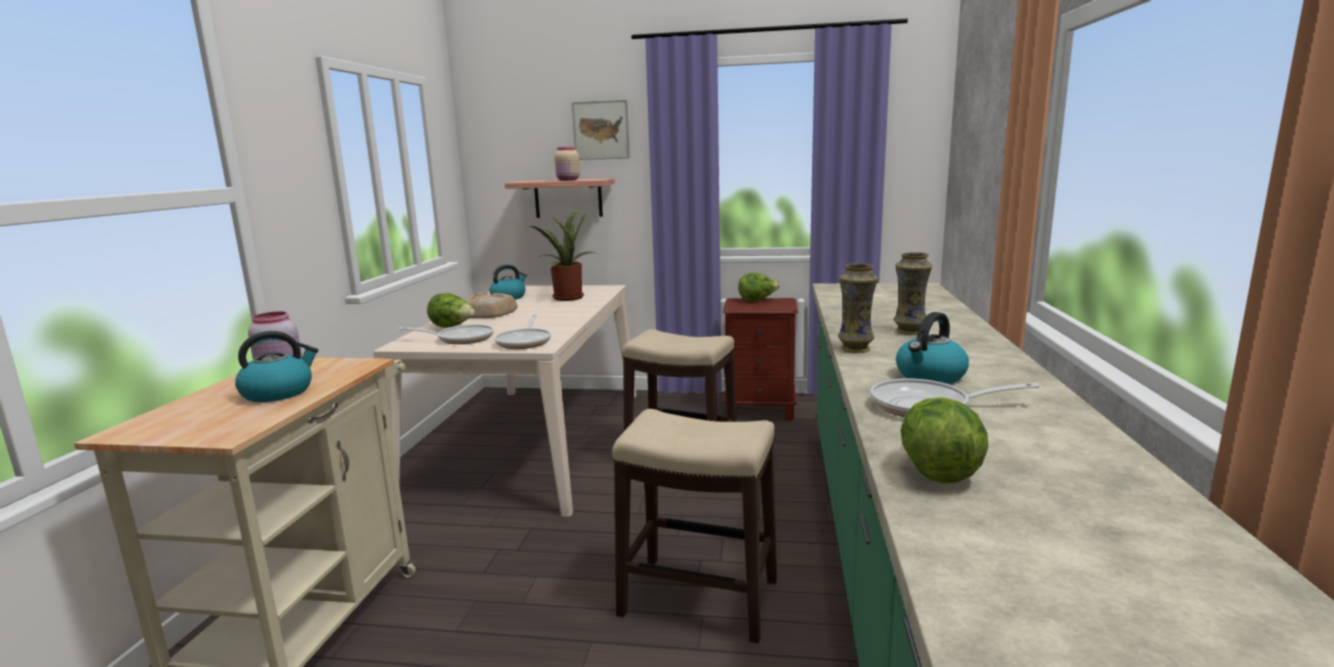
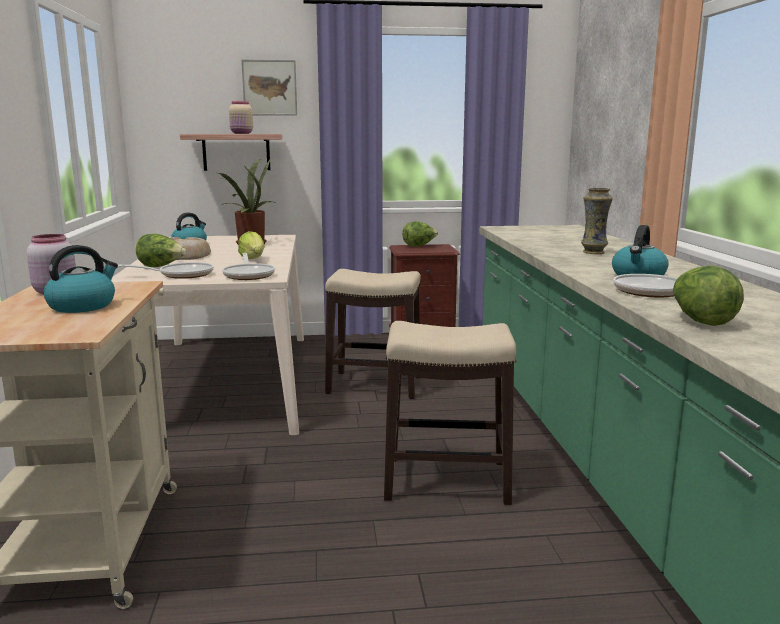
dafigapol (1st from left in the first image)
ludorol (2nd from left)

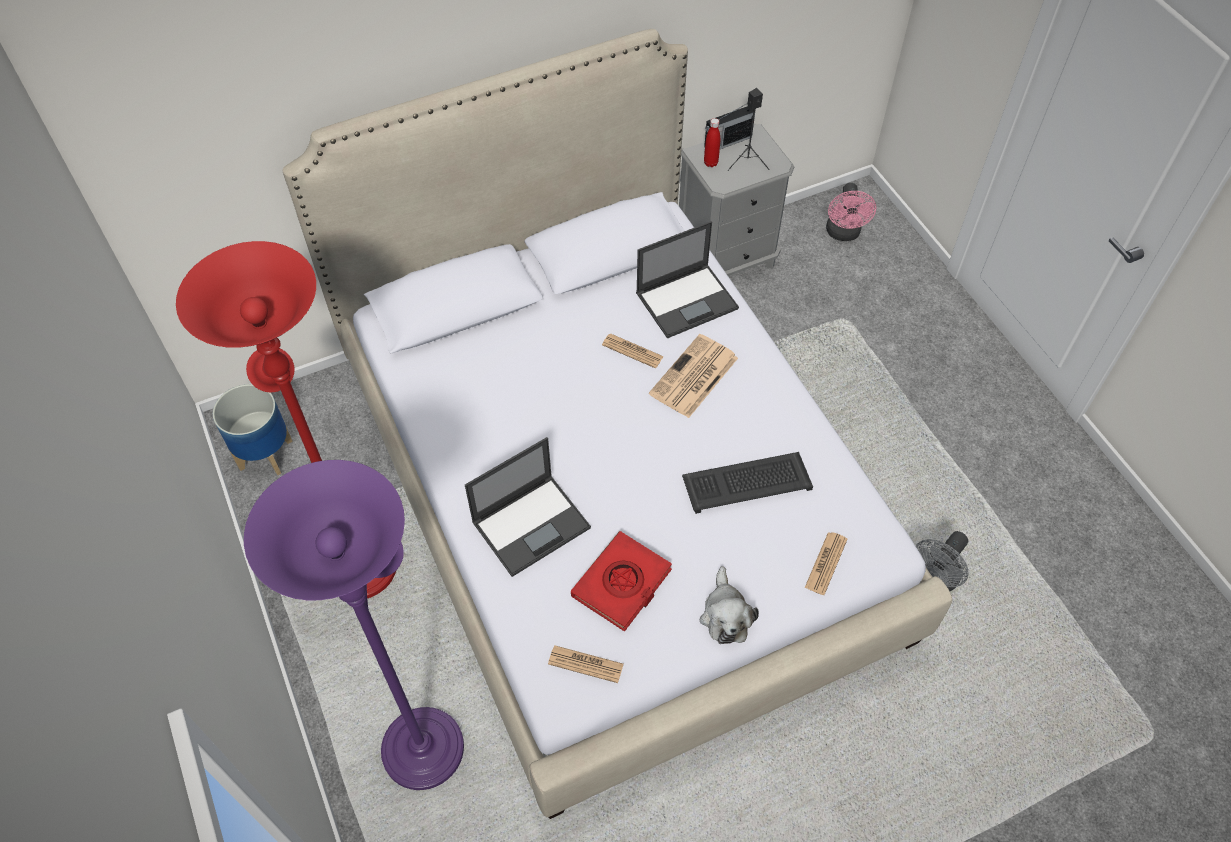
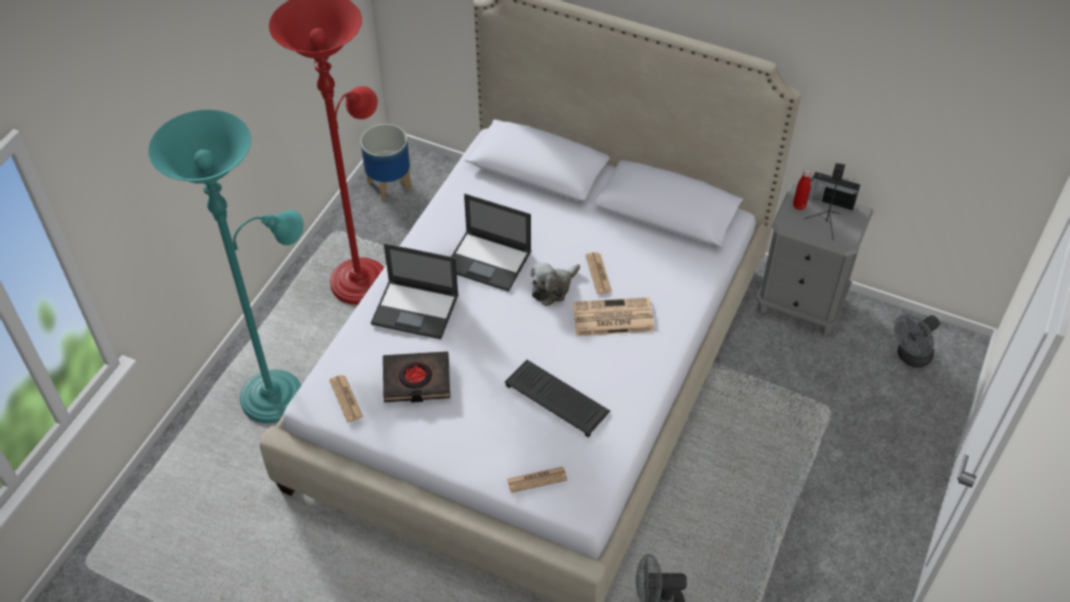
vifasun (2nd from left)
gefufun
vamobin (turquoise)
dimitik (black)
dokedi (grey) (2nd from left)

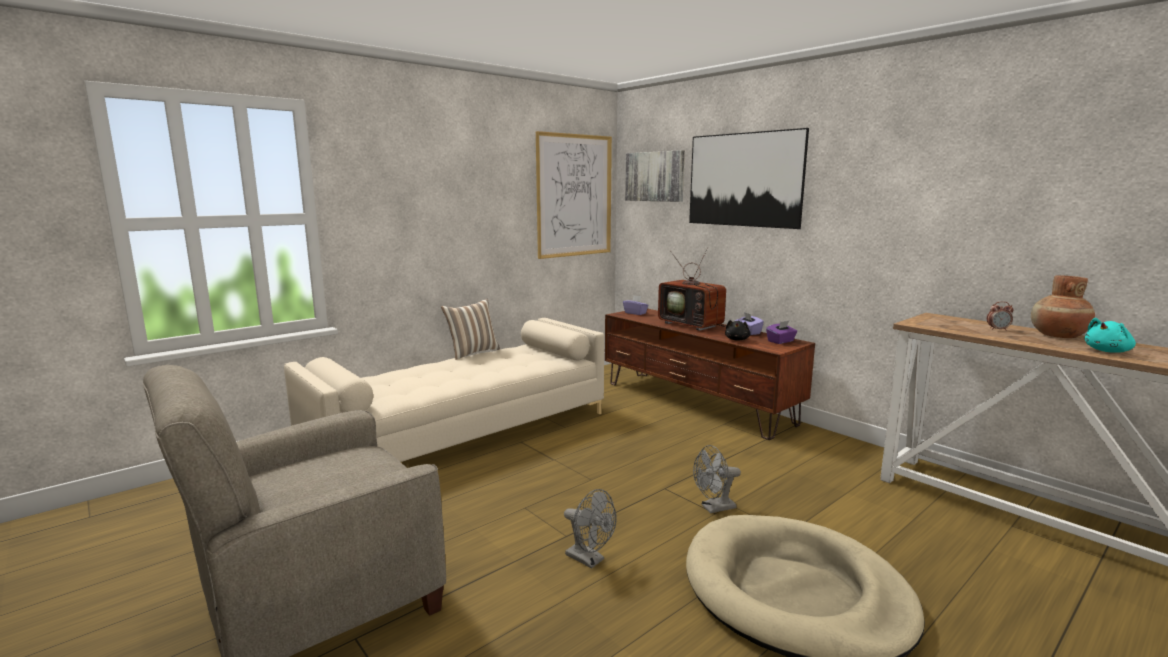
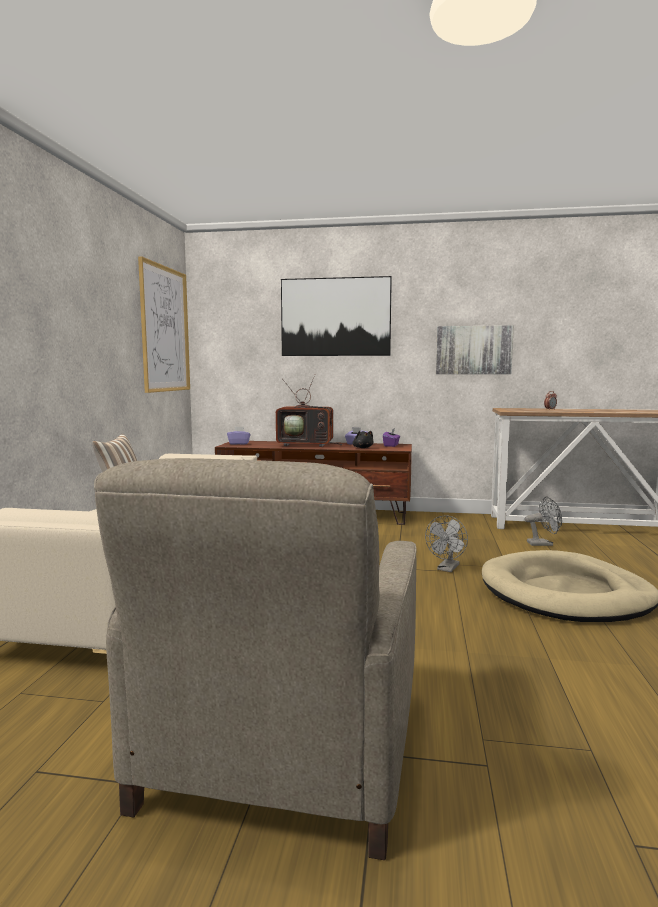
dafigapol (brown)
gefufun (turquoise)
dokedi (grey) (2nd from left)
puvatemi (3rd from left)

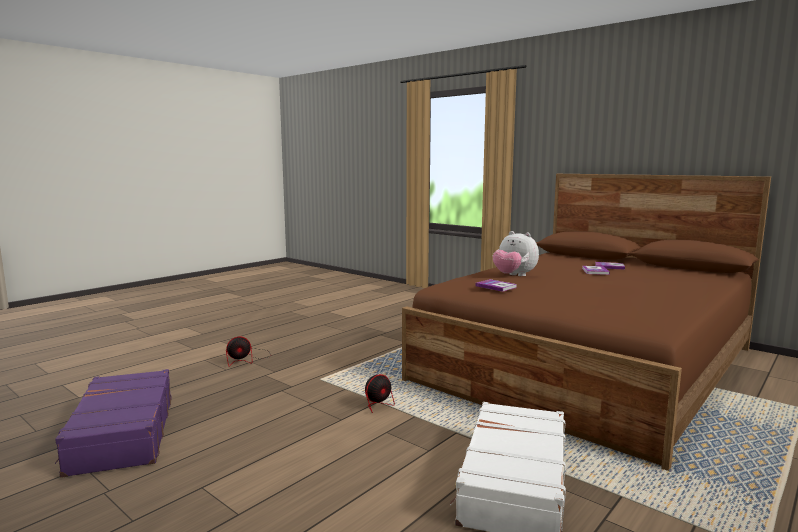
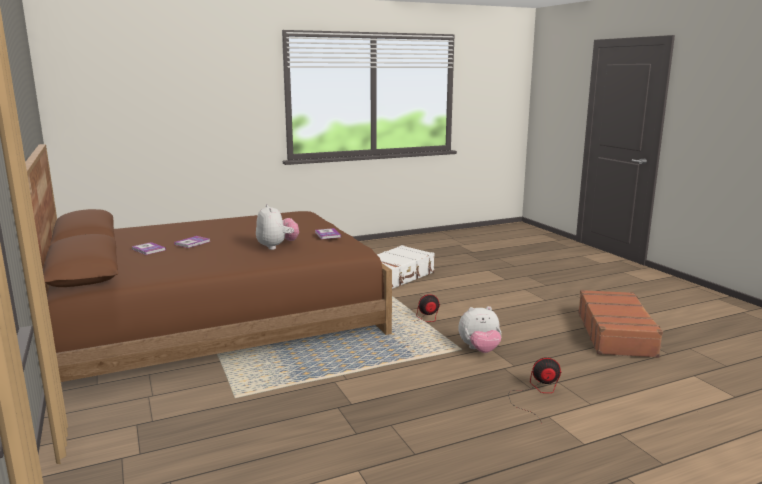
gefufun (2nd from left)
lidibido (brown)

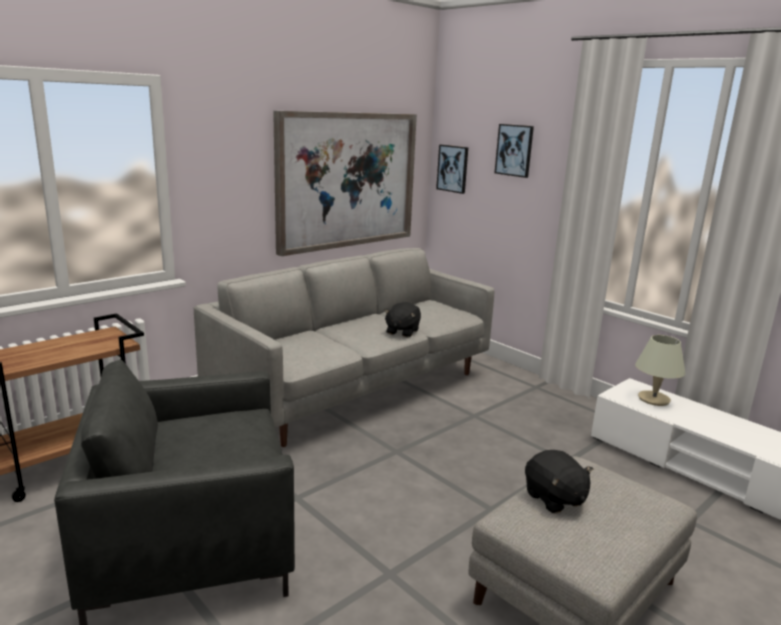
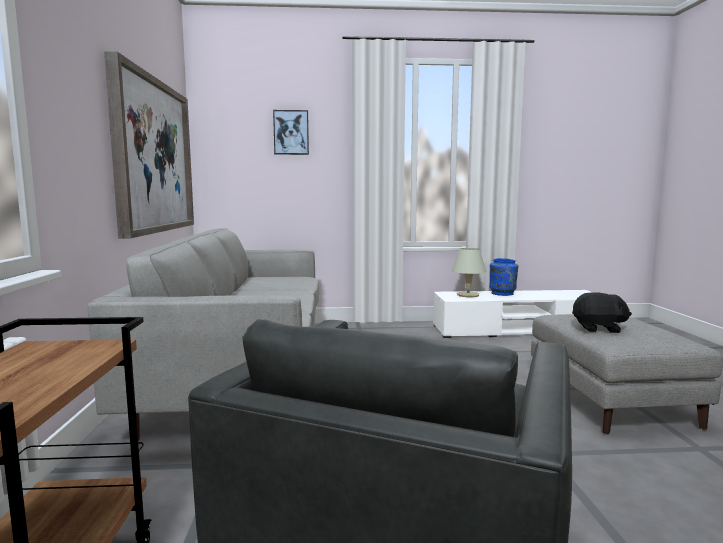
gefufun (black) (1st from left in the first image)
puvatemi (2nd from left in the first image)
dafigapol (blue)

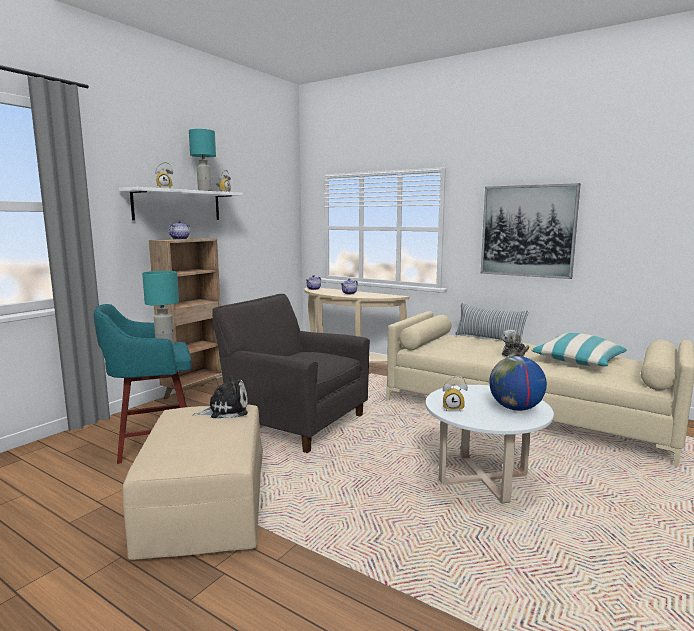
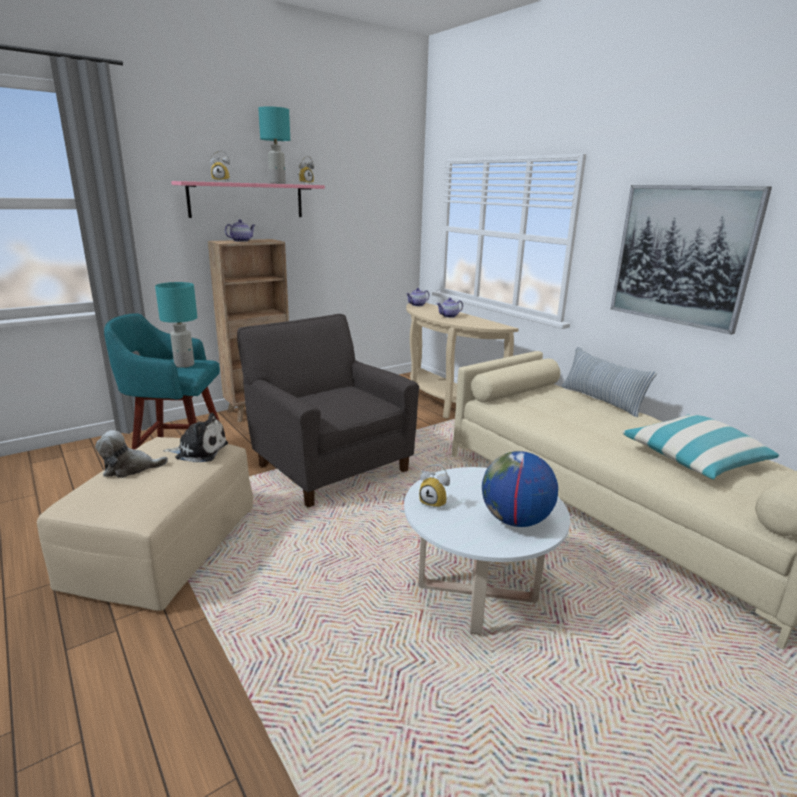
gefufun (1st from left)
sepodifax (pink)

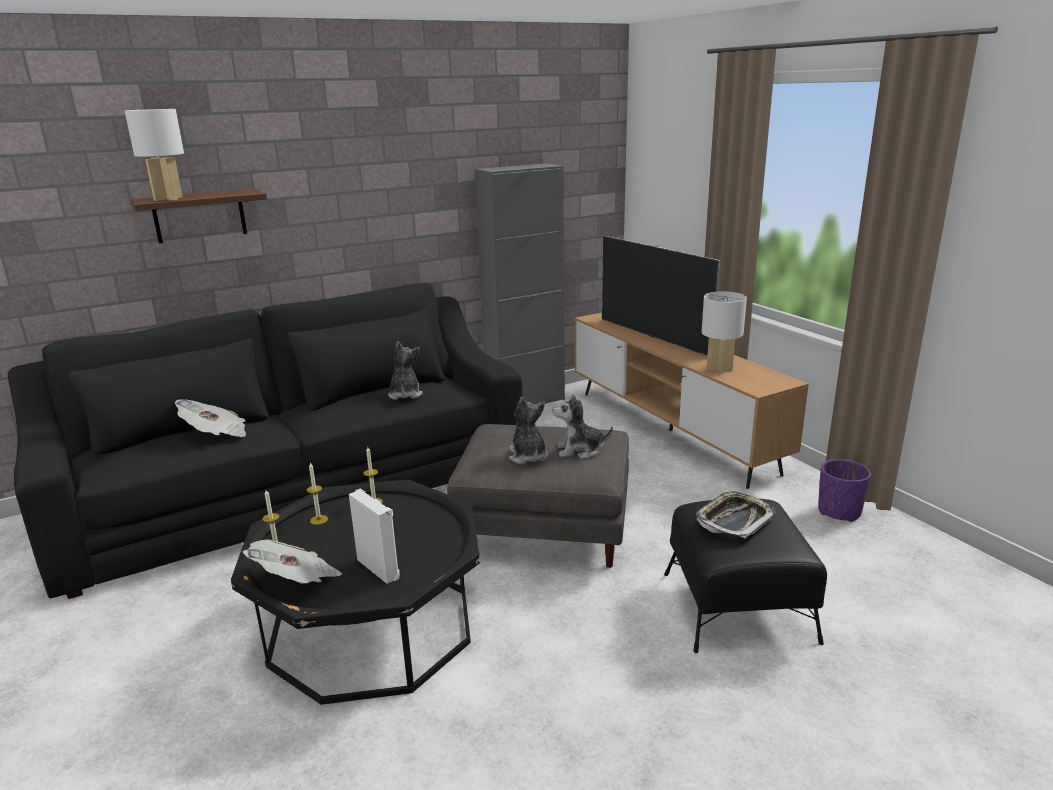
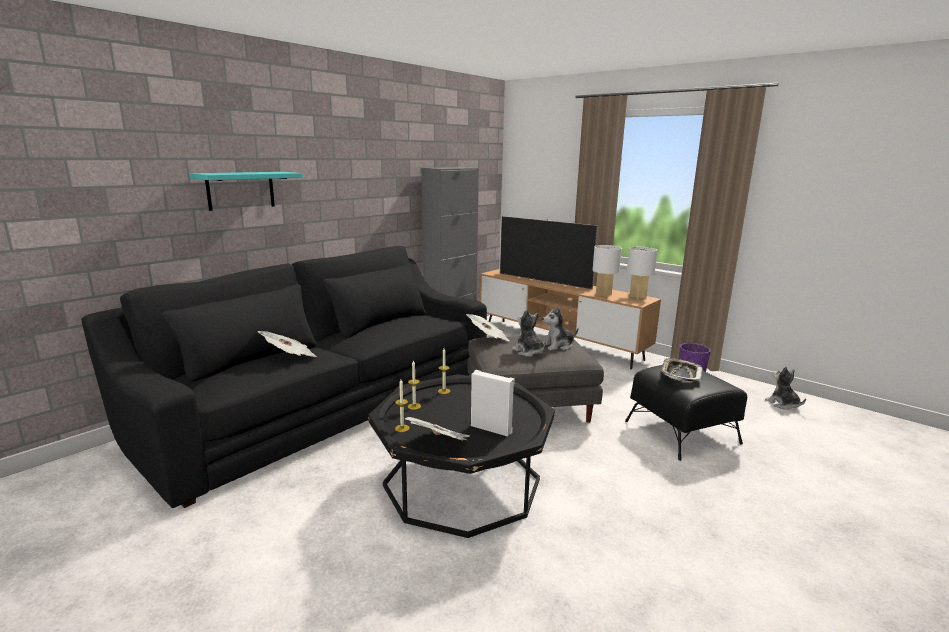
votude (3rd from left)
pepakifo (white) (2nd from left)
gefufun (3rd from left)
sepodifax (turquoise)

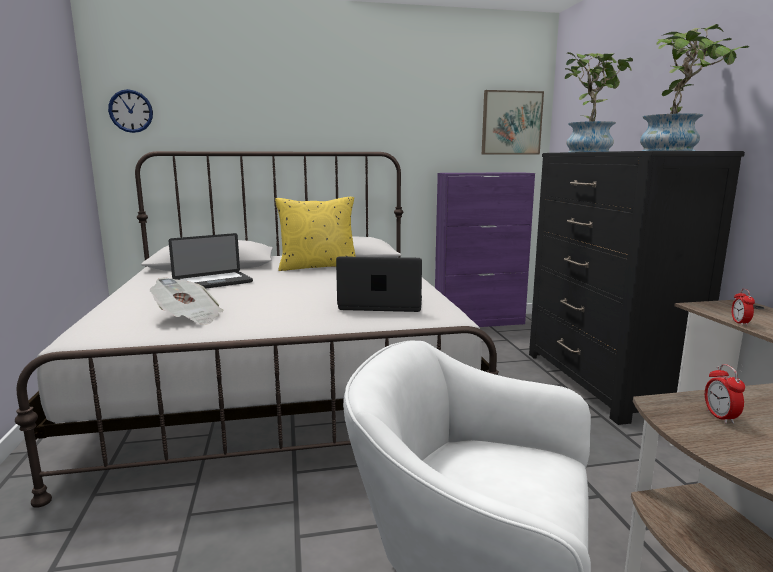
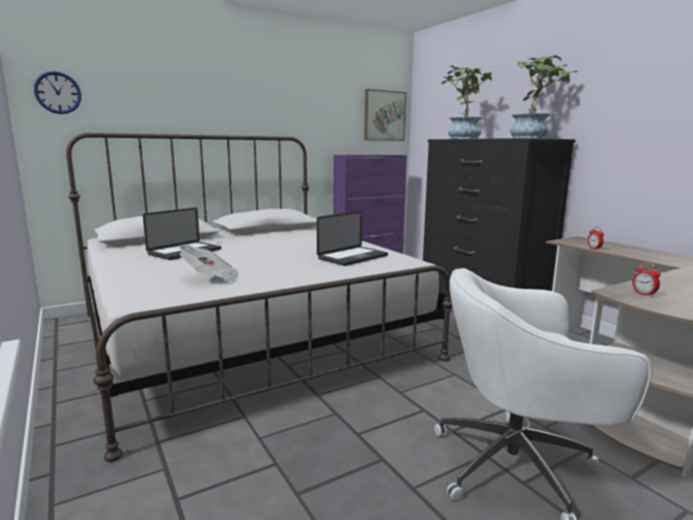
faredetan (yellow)
vifasun (2nd from left)

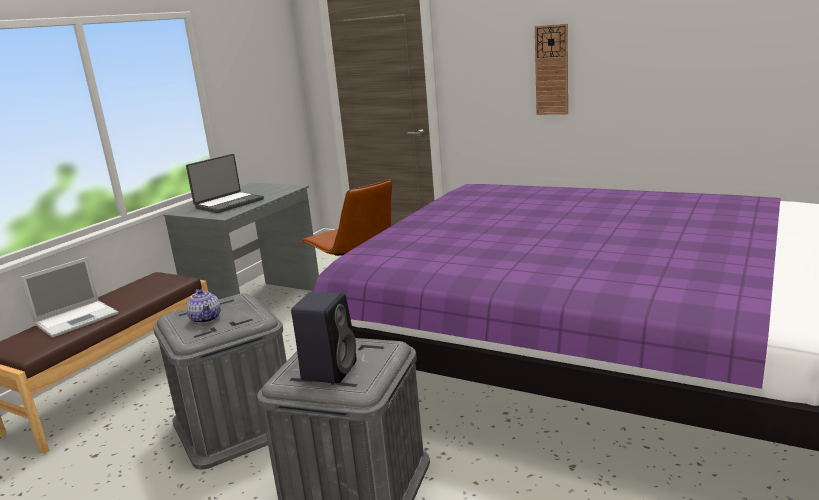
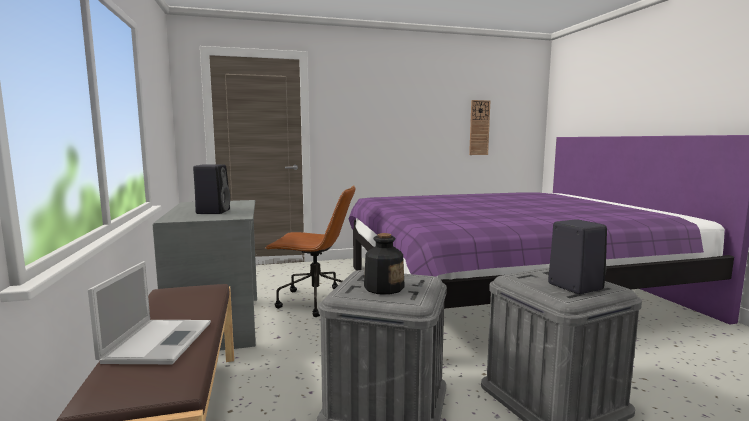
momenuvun
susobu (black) (1st from left)
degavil

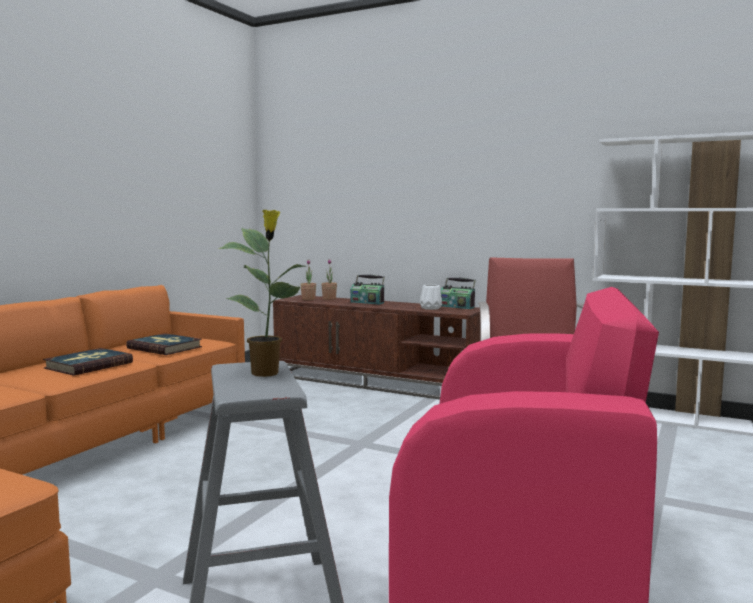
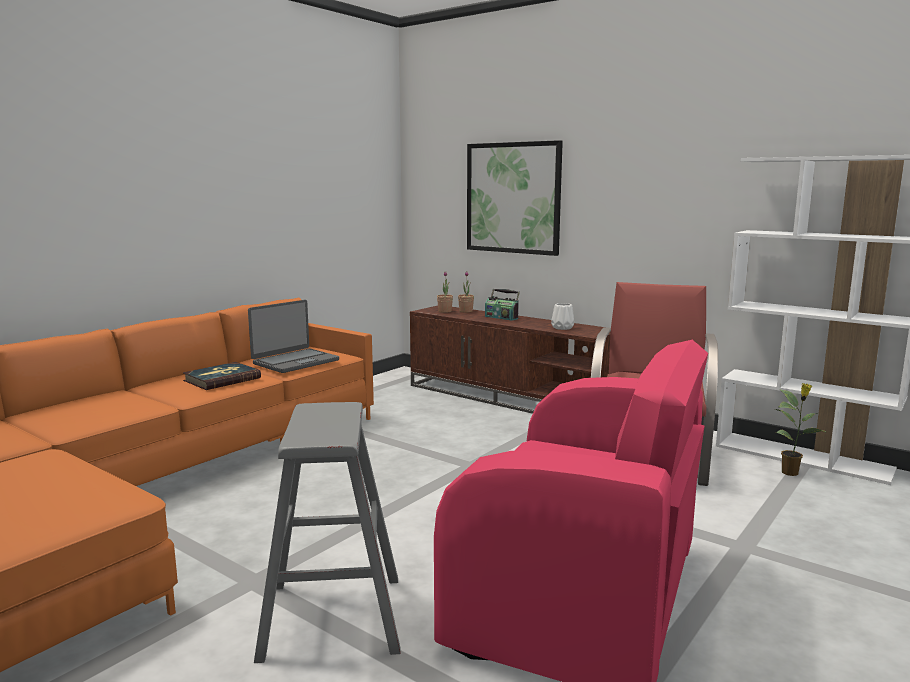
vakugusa (2nd from left in the first image)
puvatemi
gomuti (3rd from left)
vifasun

